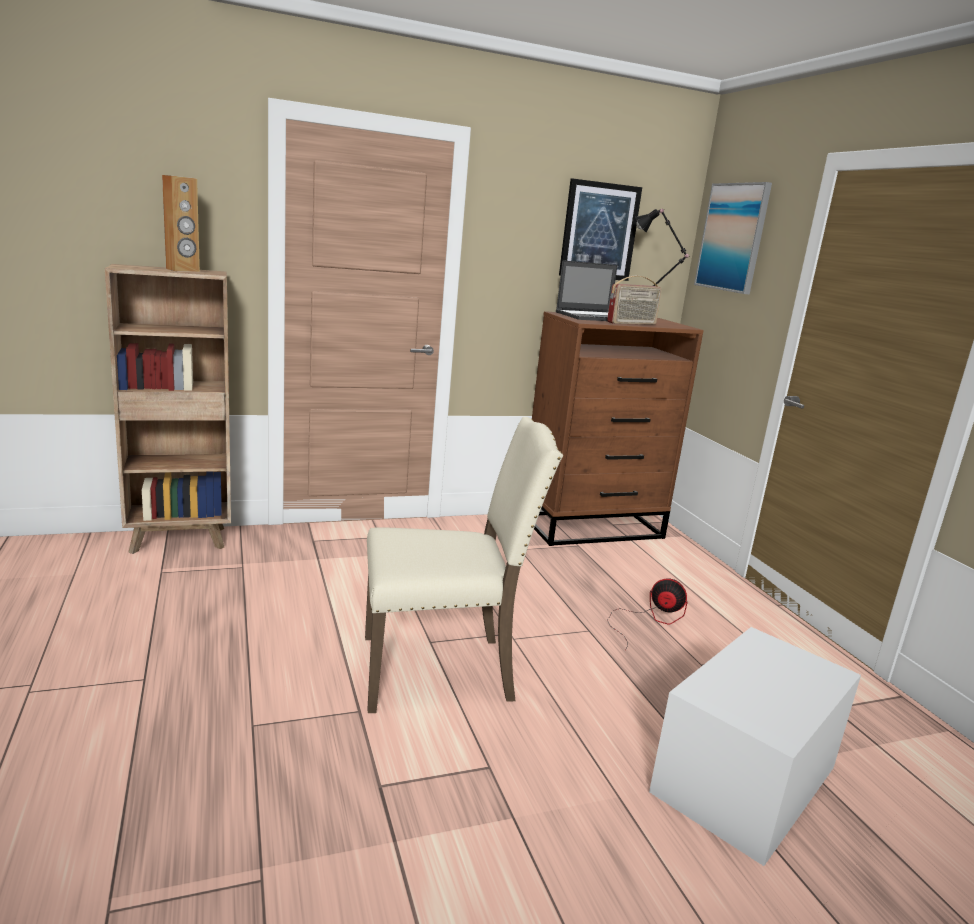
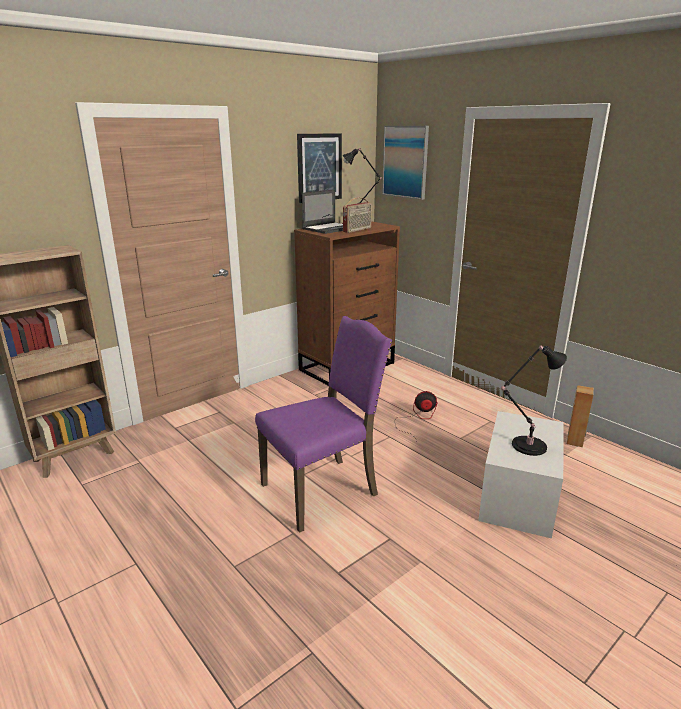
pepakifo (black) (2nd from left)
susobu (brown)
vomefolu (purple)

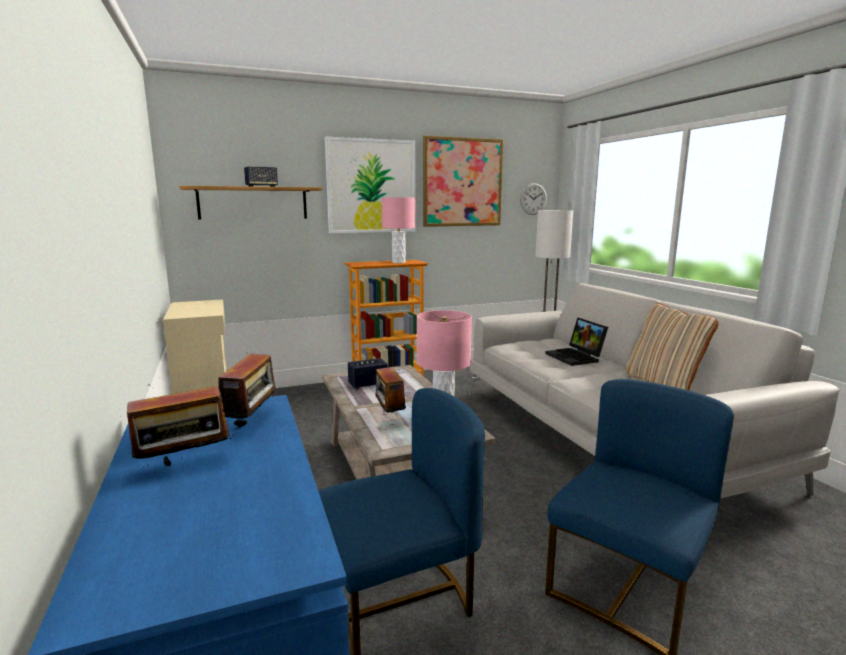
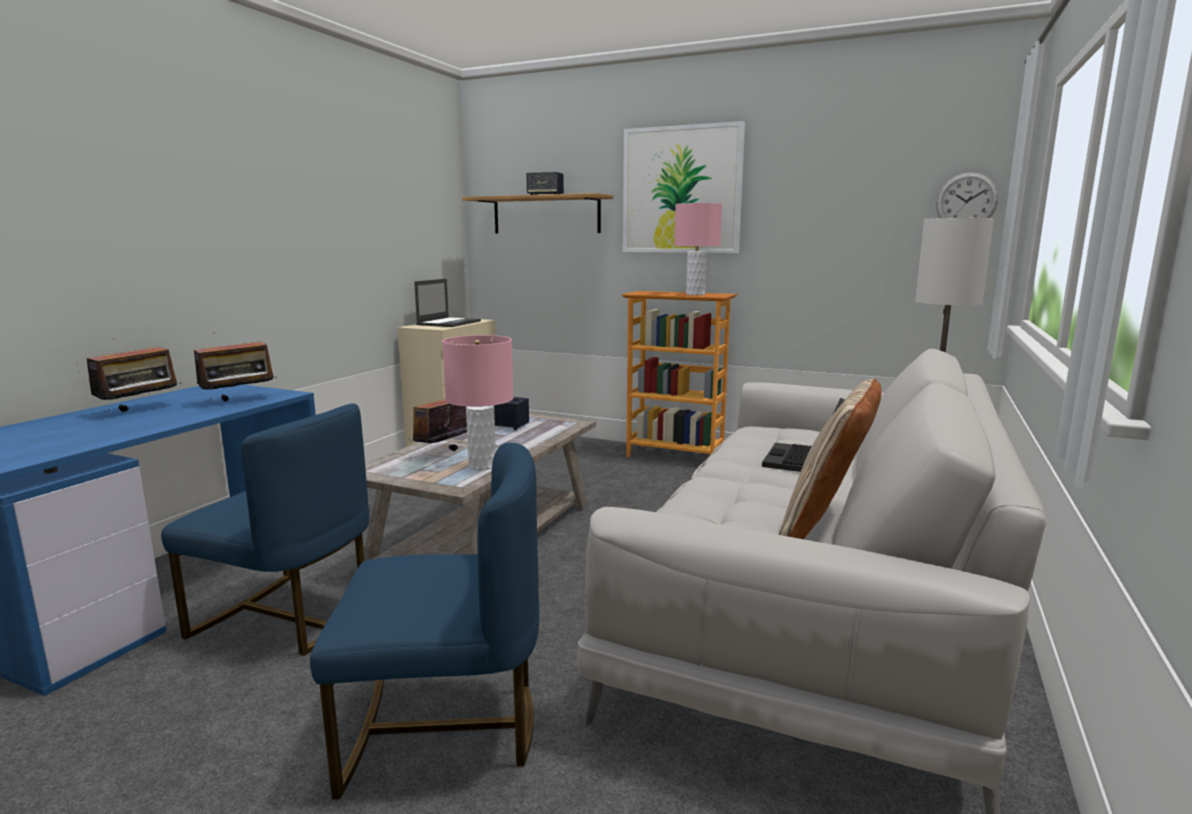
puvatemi (2nd from left in the first image)
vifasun (1st from left)
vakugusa (1st from left)

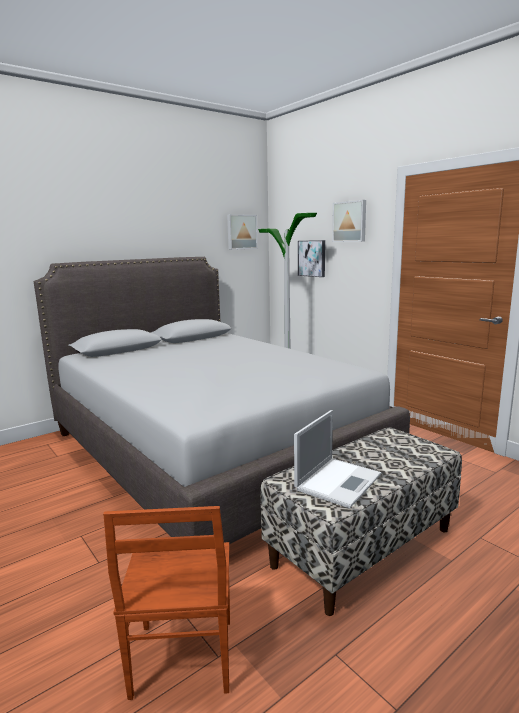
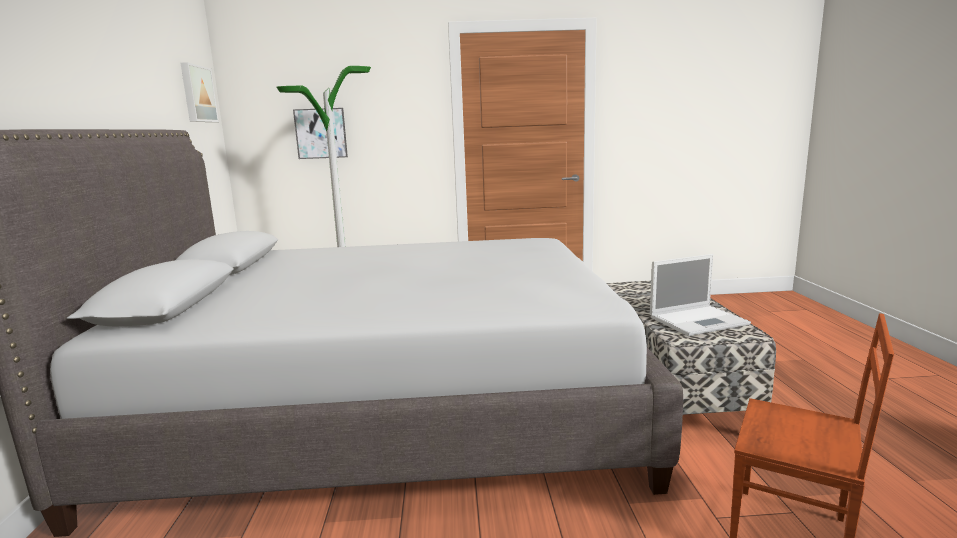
puvatemi (3rd from left in the first image)
vifasun

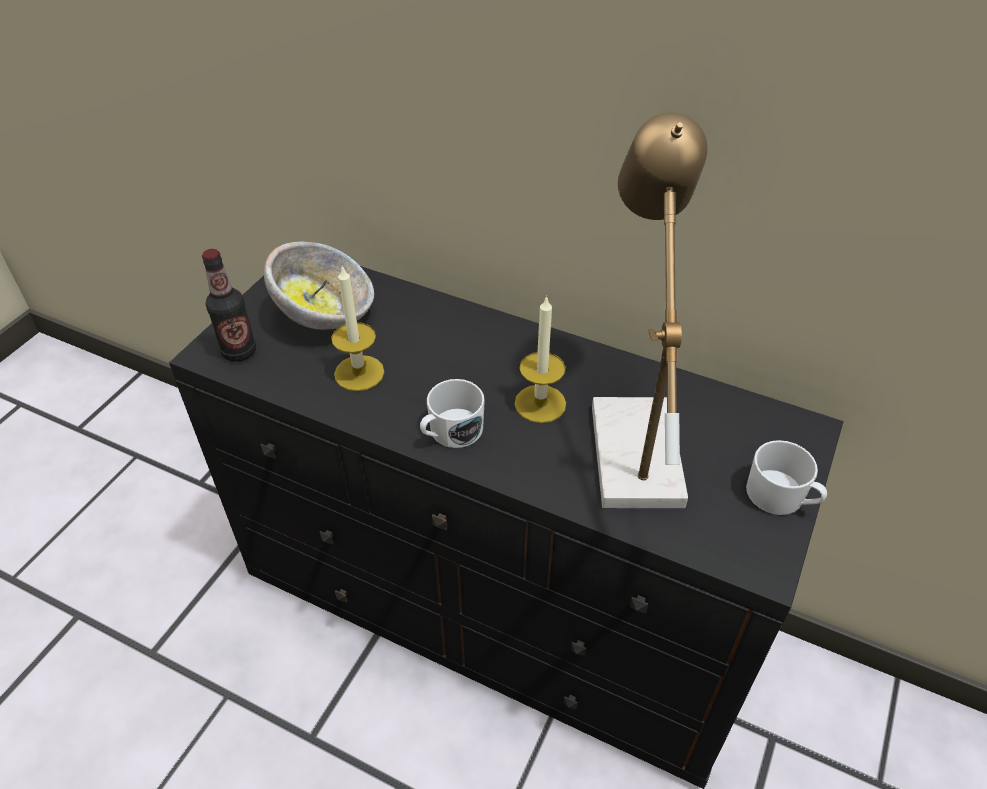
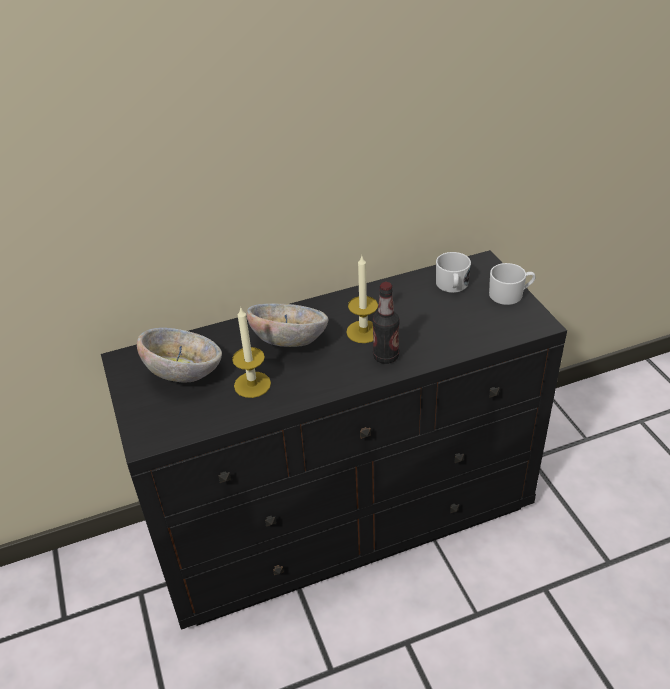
pepakifo
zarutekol (2nd from left)
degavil
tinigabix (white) (1st from left)

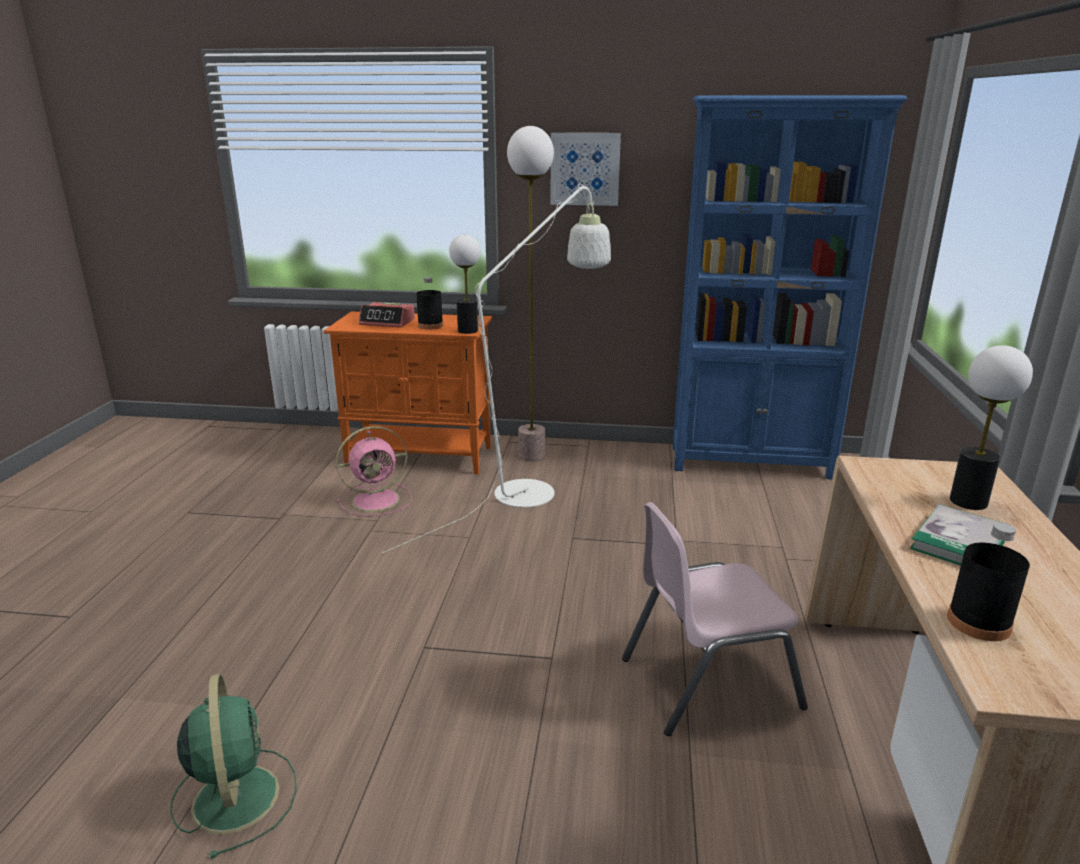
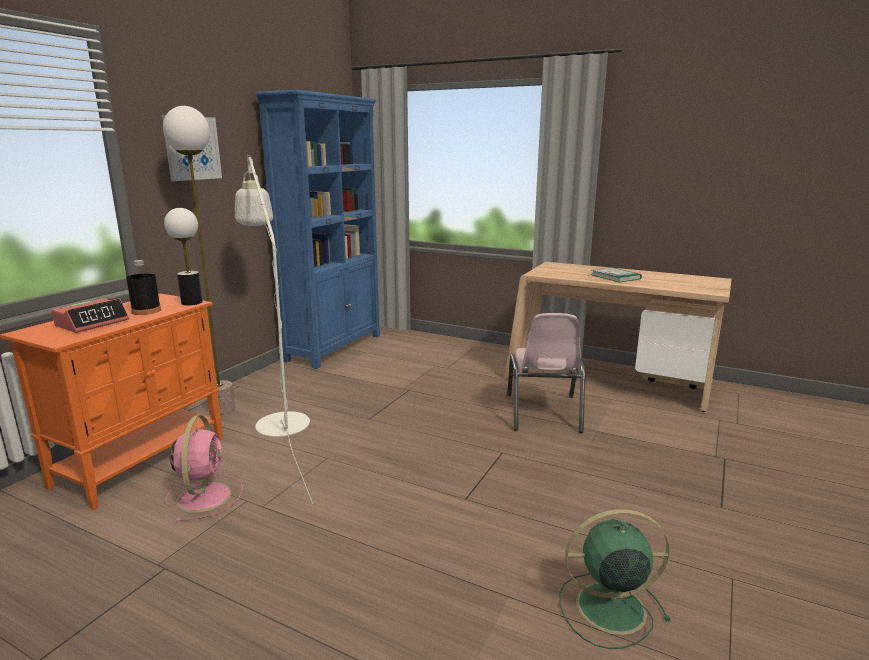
degavil (black) (2nd from left in the first image)
pepakifo (2nd from left in the first image)

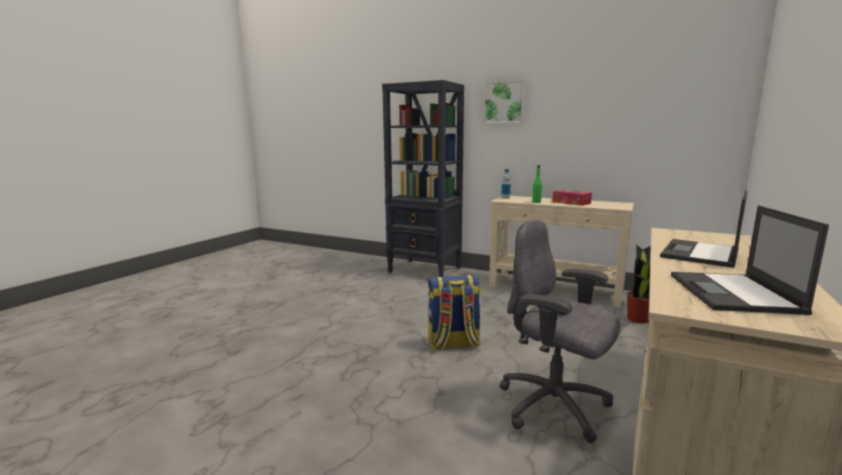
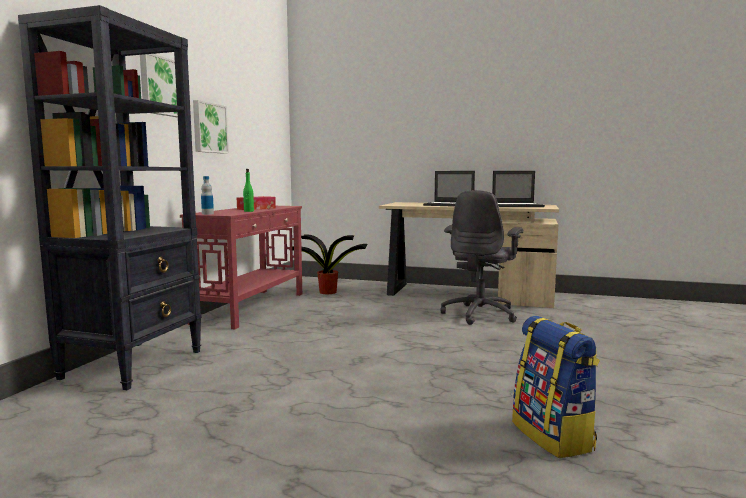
puvatemi (2nd from left)
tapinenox
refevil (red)

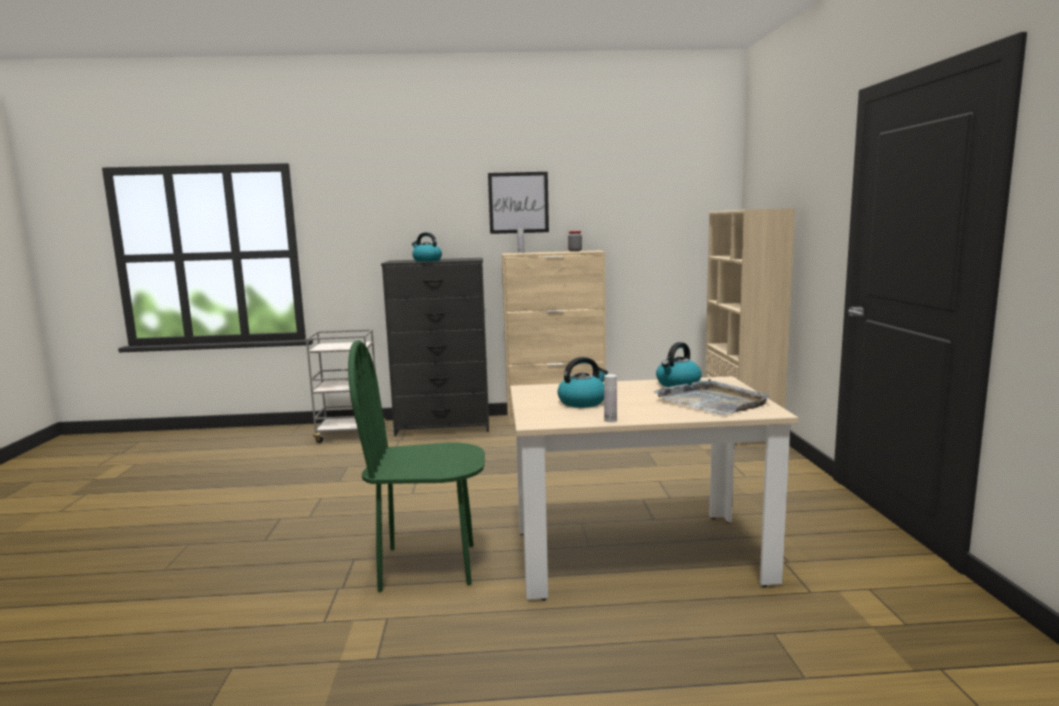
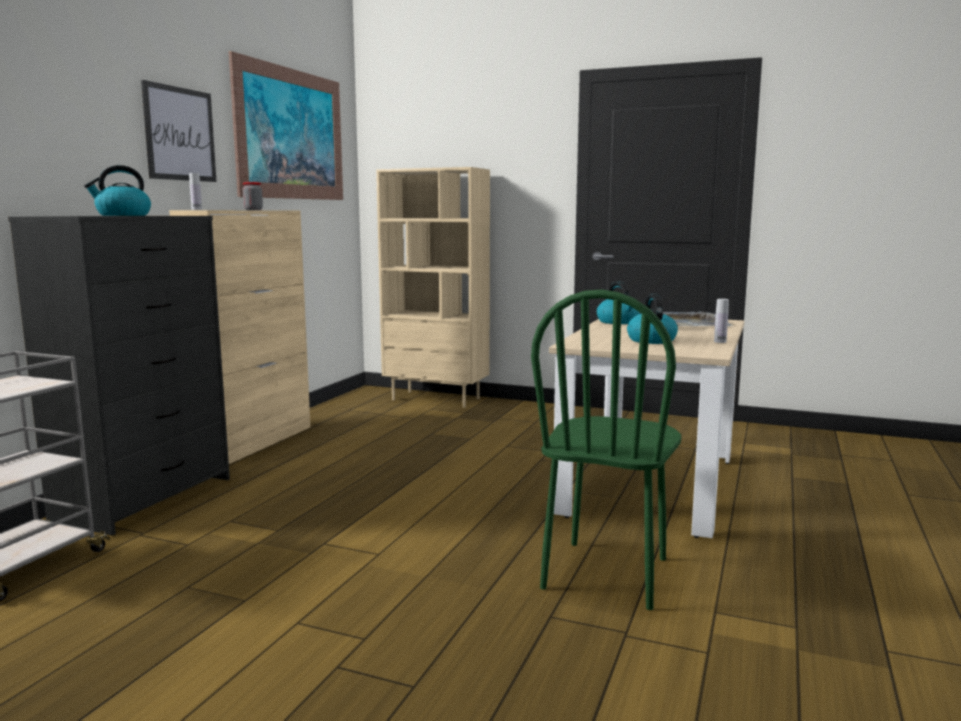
puvatemi (2nd from left)

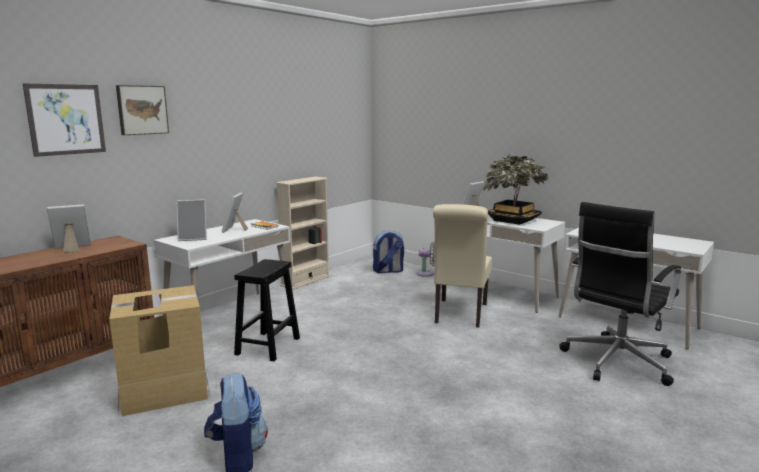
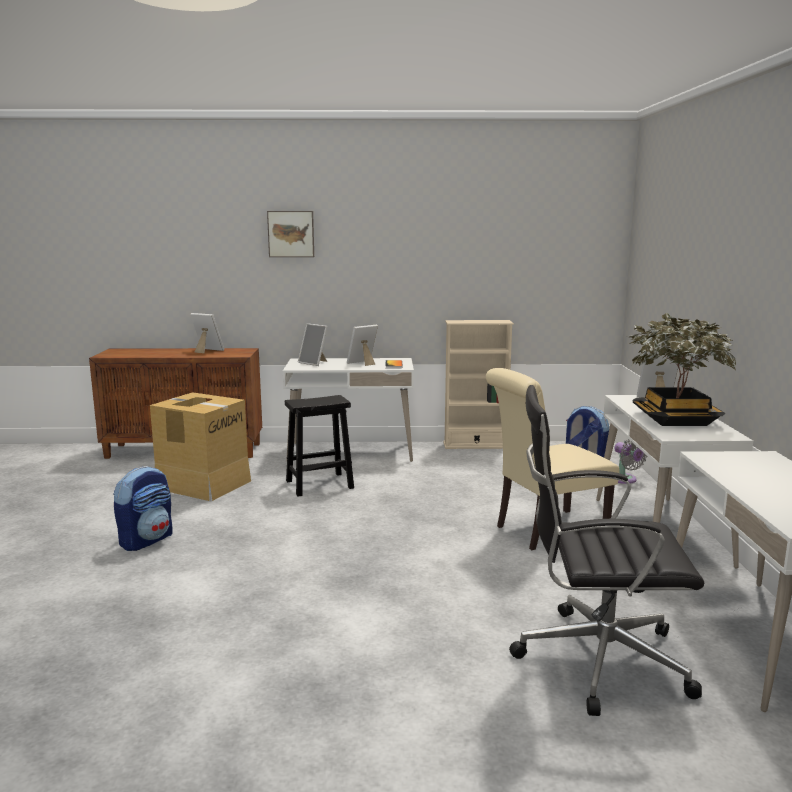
puvatemi (1st from left in the first image)

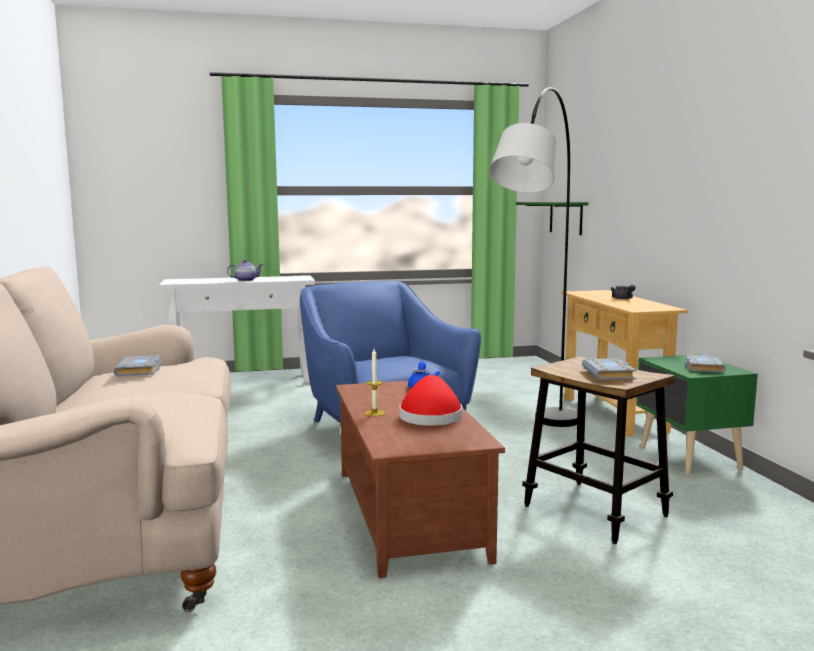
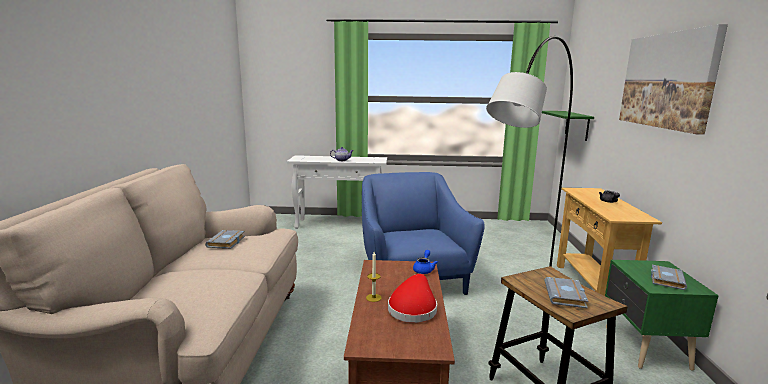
puvatemi

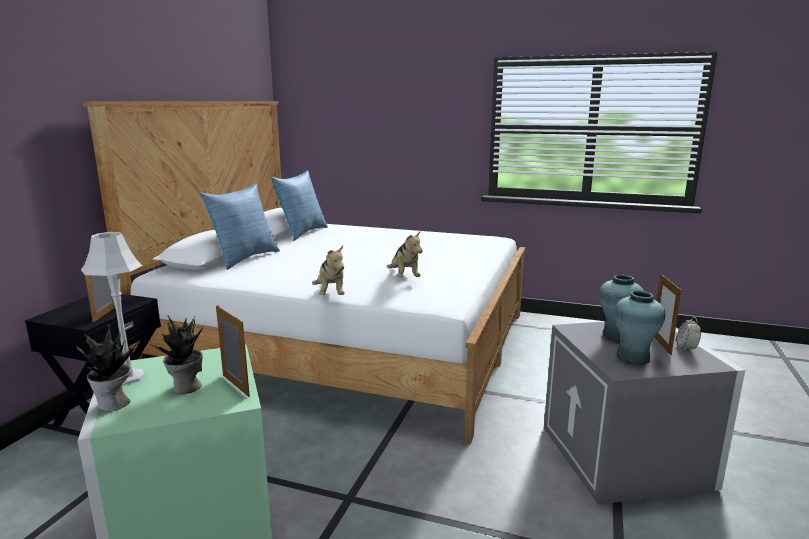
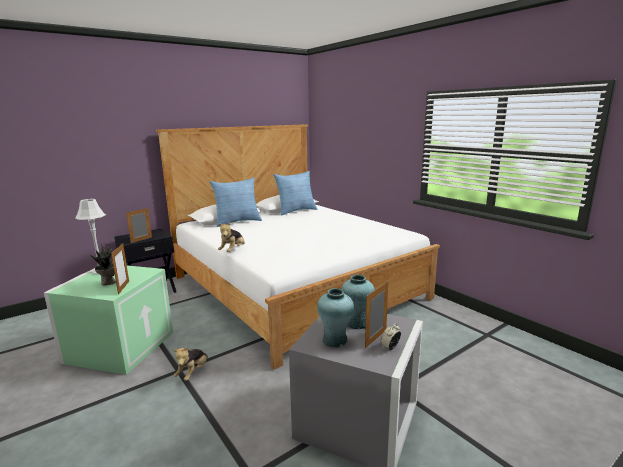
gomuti (1st from left in the first image)
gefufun (1st from left)

